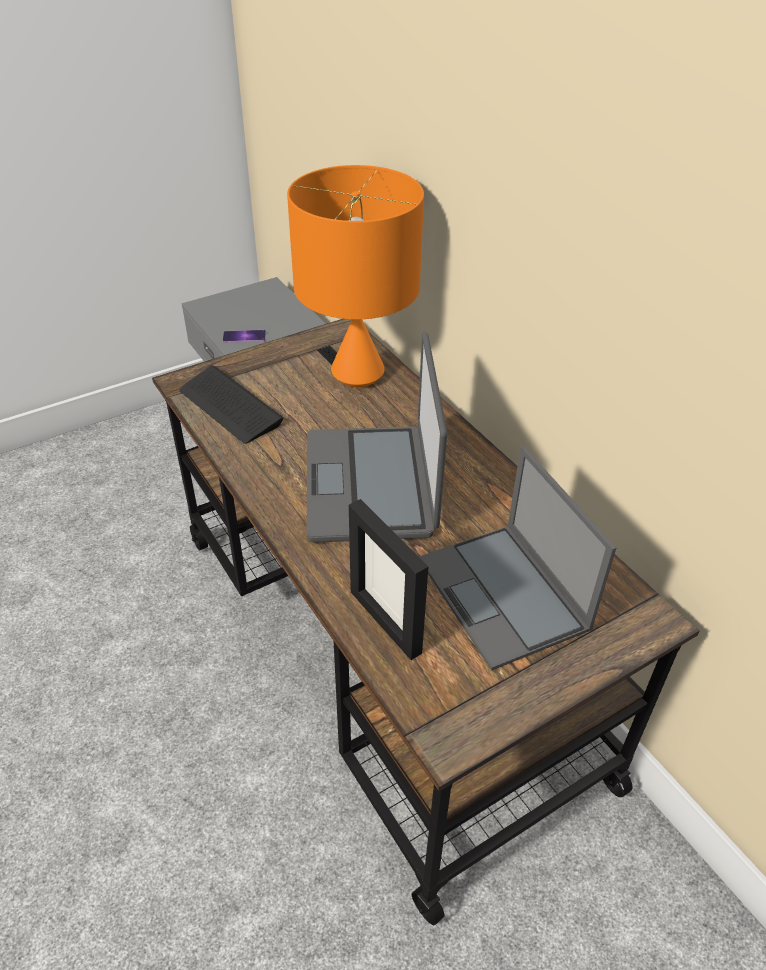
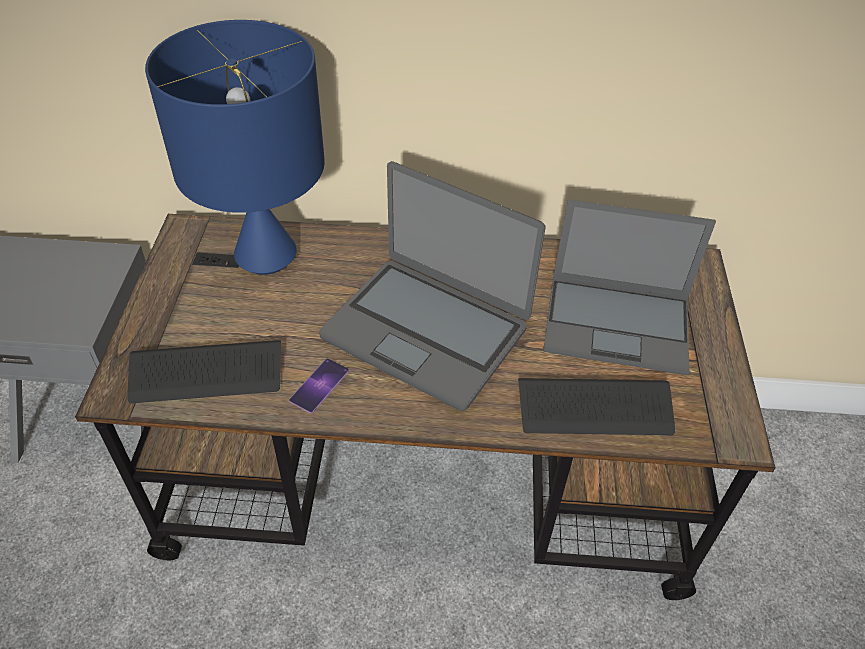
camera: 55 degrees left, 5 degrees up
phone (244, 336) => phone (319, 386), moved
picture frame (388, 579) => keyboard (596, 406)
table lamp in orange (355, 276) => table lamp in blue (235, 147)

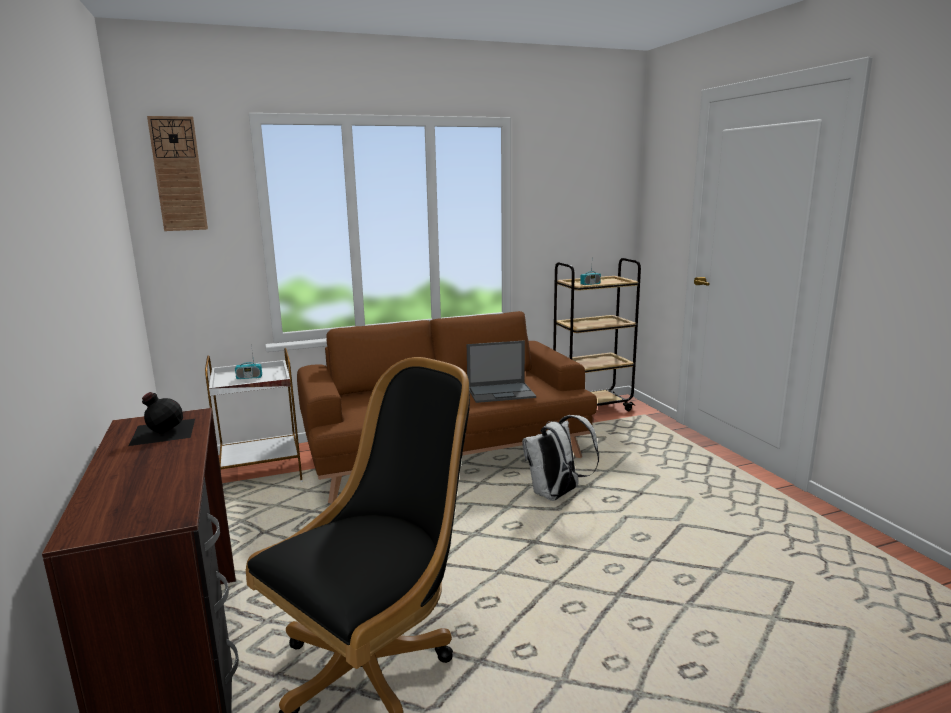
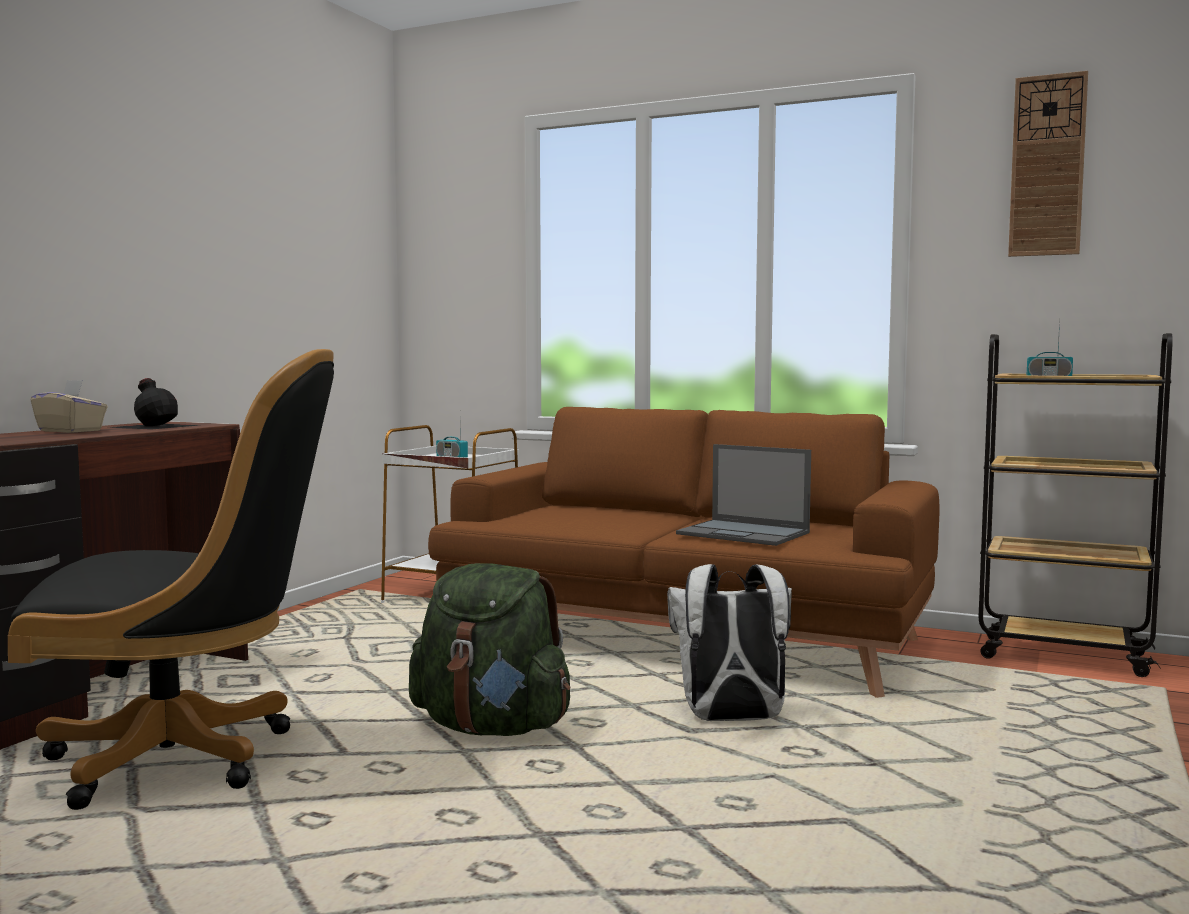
camera: 45 degrees right, 10 degrees down
nothing => tissue box in beige (69, 406)
nothing => backpack in green (489, 649)
wall clock (177, 173) => wall clock (1048, 164), moved

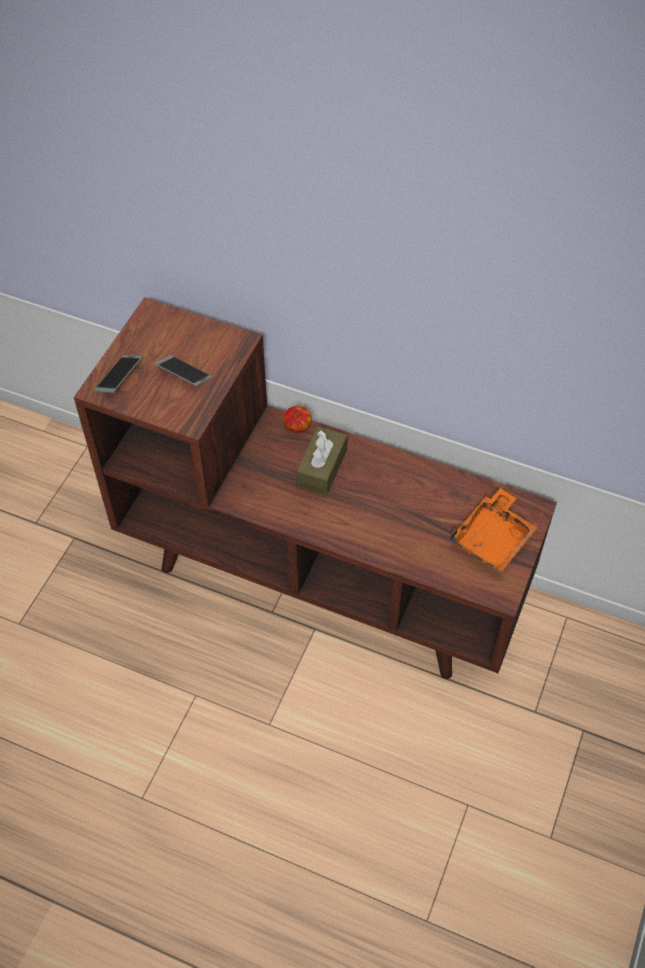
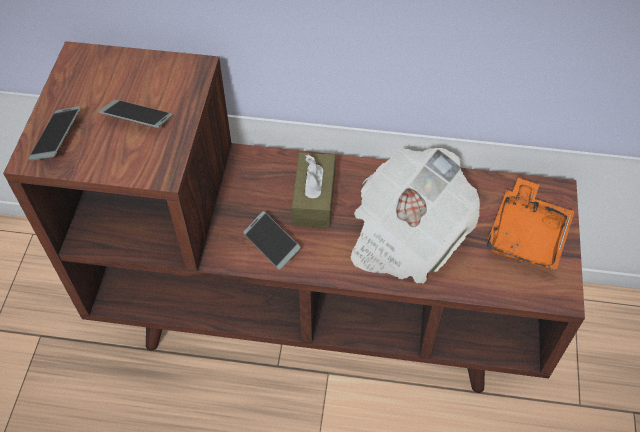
camera: 15 degrees left, 0 degrees up
apple (297, 419) => nothing
nothing => phone (272, 240)
nothing => newspaper (415, 216)

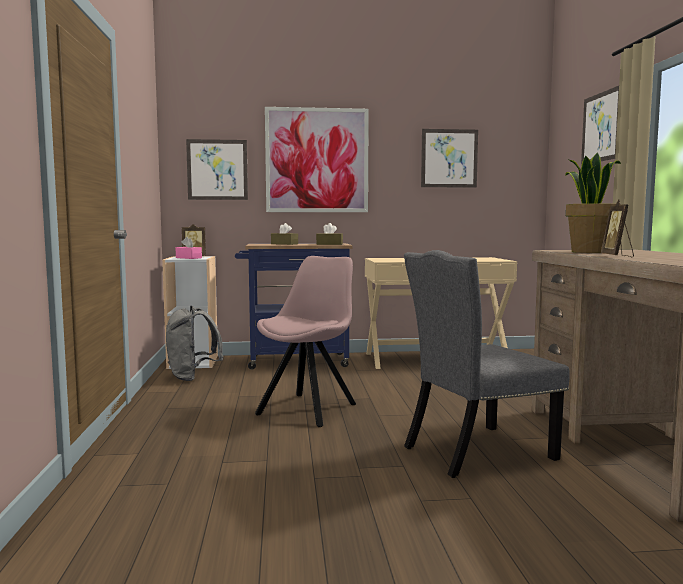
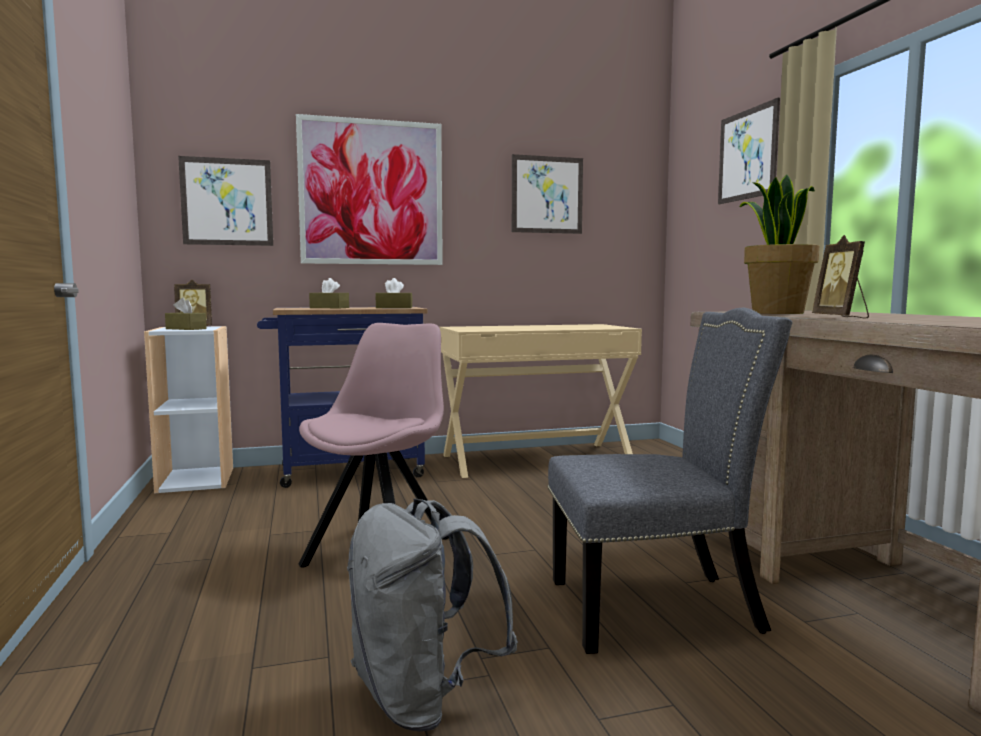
camera: 10 degrees left, 0 degrees up
backpack in grey (194, 343) => backpack in grey (432, 614), moved
tissue box in pink (188, 248) => tissue box in brown (186, 314)
chair in grey (487, 364) => chair in grey (669, 481), 150 degrees counterclockwise

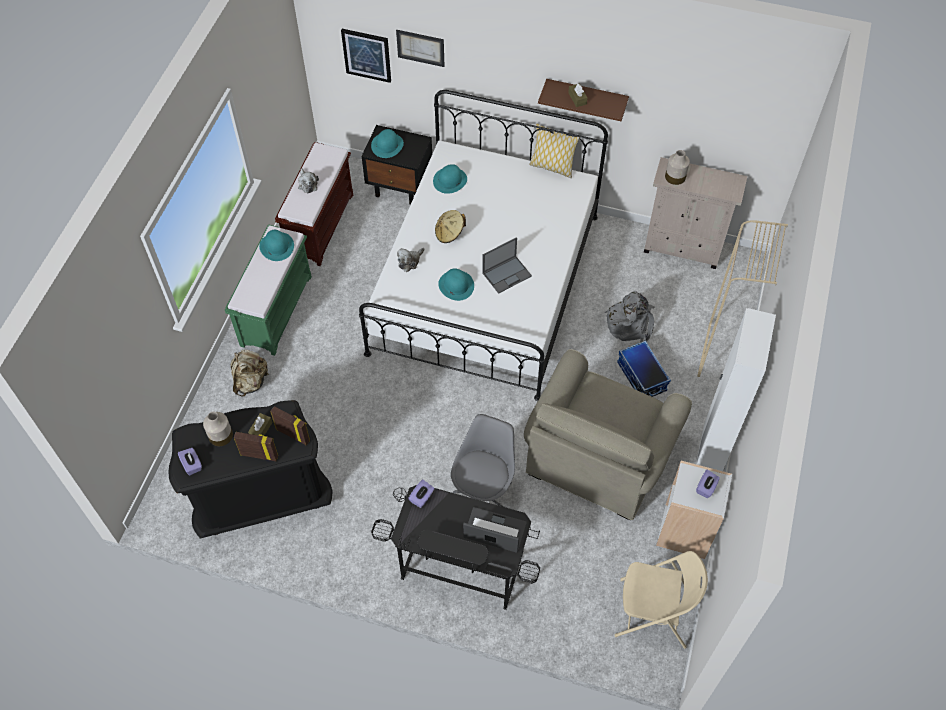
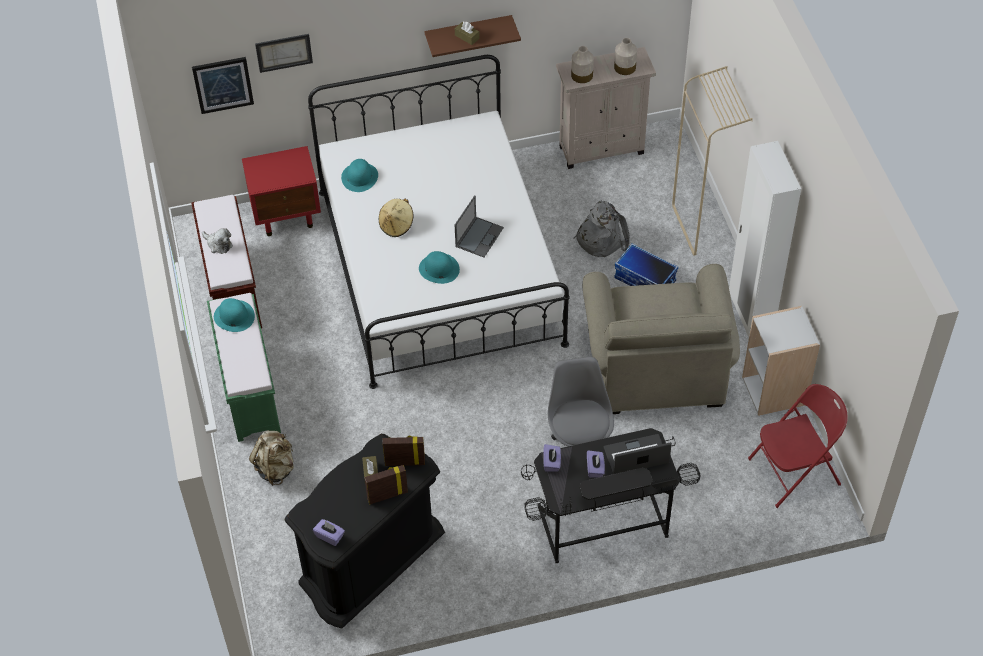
camera: 30 degrees left, 5 degrees down
hat in turquoise (387, 143) => nothing
plush toy (411, 260) => nothing
pillow (554, 150) => nothing
vase in beige (218, 429) => vase in beige (625, 56), moved
tissue box in purple (708, 483) => tissue box in purple (596, 464), moved
nightstand in black (397, 165) => nightstand in red (281, 191)
chair in beige (661, 600) => chair in red (798, 446)

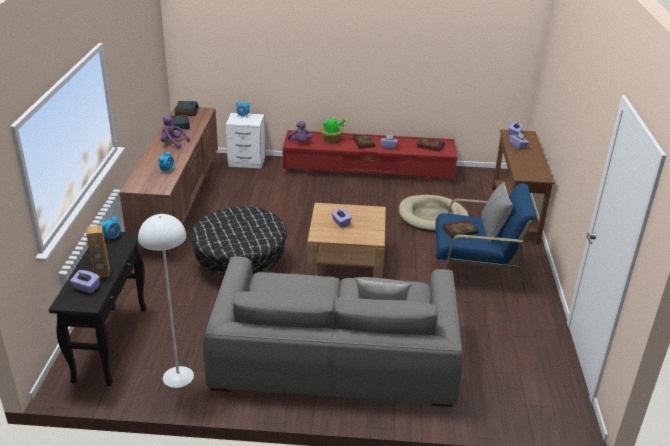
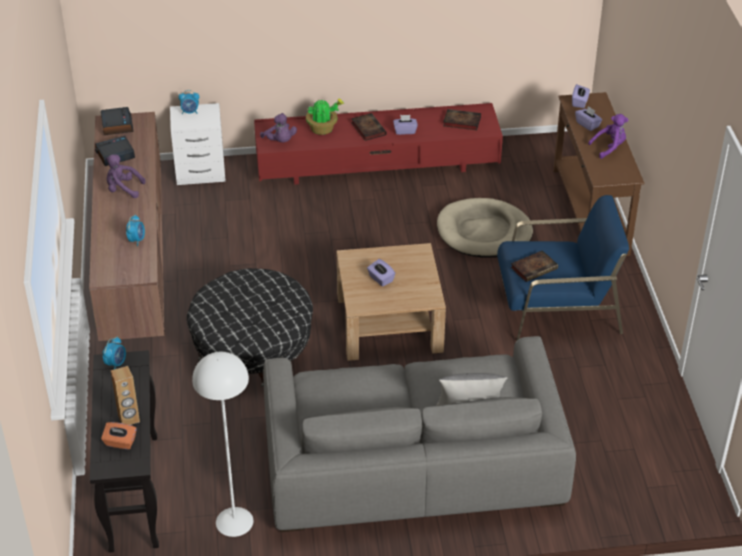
camera: 10 degrees left, 10 degrees up
pillow in grey (497, 212) => nothing
nothing => plush toy in purple (608, 136)
tissue box in purple (85, 281) => tissue box in orange (119, 435)

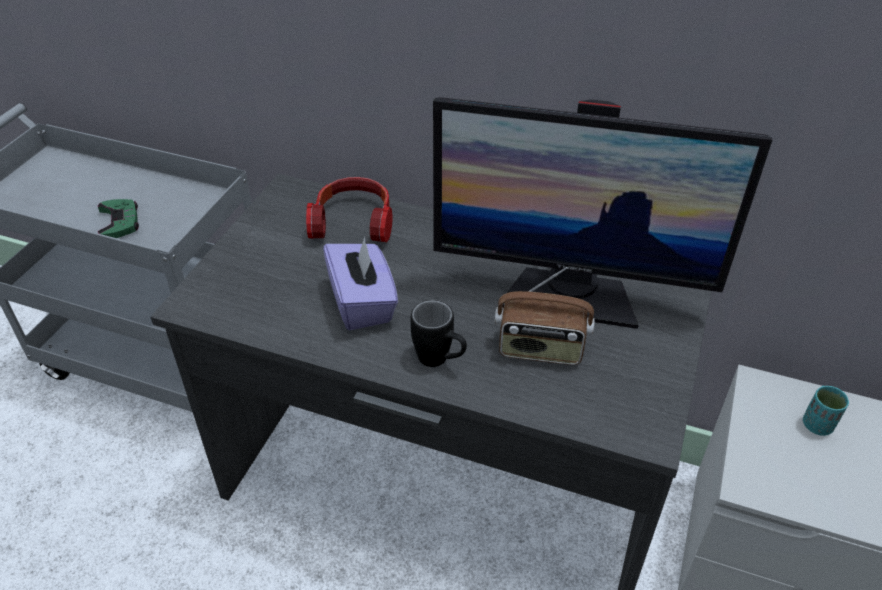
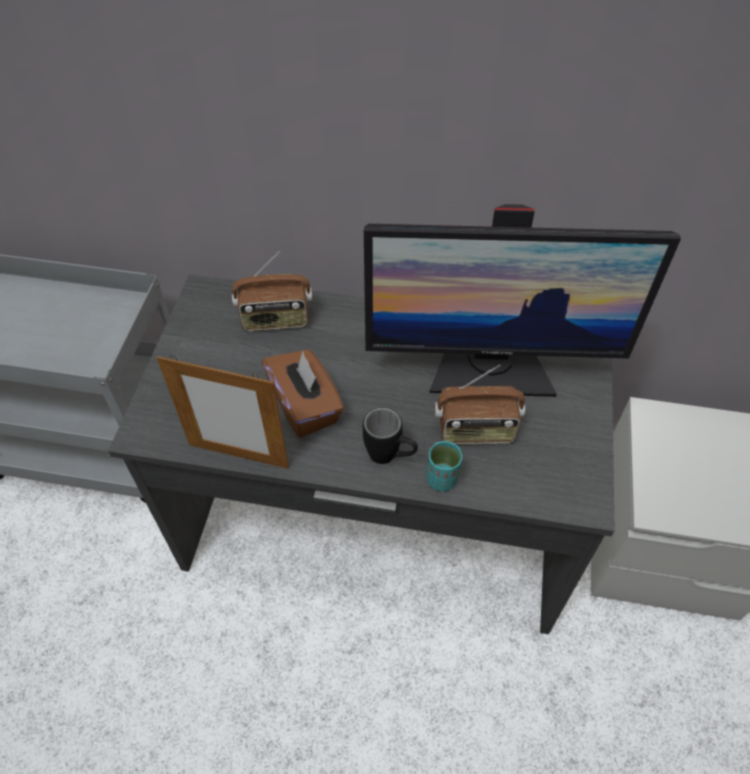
camera: 10 degrees left, 10 degrees up
game controller in green (118, 218) => nothing
nothing => picture frame (223, 412)
cup in turquoise (826, 411) => cup in turquoise (444, 466), moved
headphones (349, 209) => radio (272, 291)
tissue box in purple (360, 283) => tissue box in brown (303, 393)

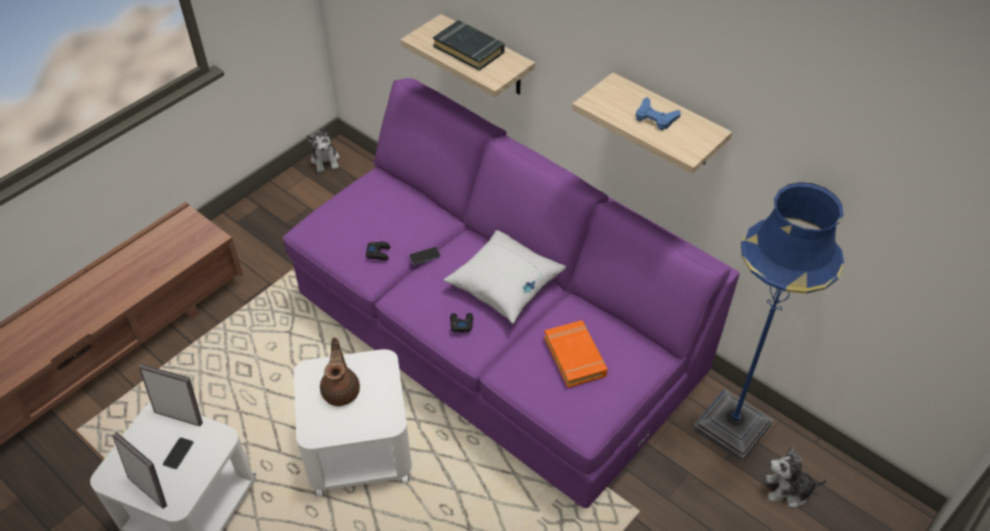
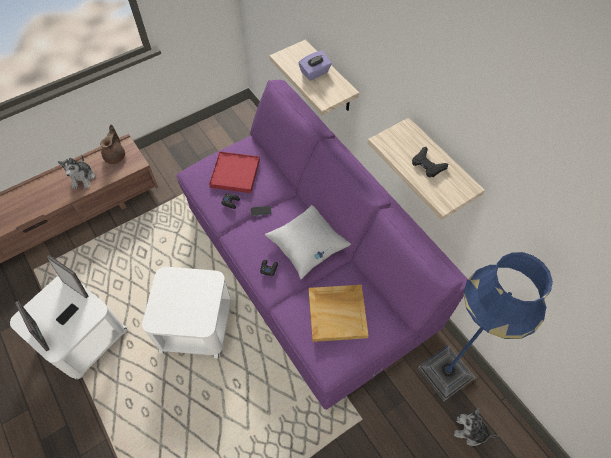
camera: 15 degrees right, 10 degrees up
nothing => tray in red (234, 172)
plush toy (323, 150) => plush toy (76, 171), moved
teapot in brown (340, 371) => teapot in brown (112, 144), moved
book in black (468, 45) => tissue box in purple (315, 66)
book in orange (575, 354) => tray in beige (338, 313)
game controller in blue (658, 113) => game controller in black (430, 162)

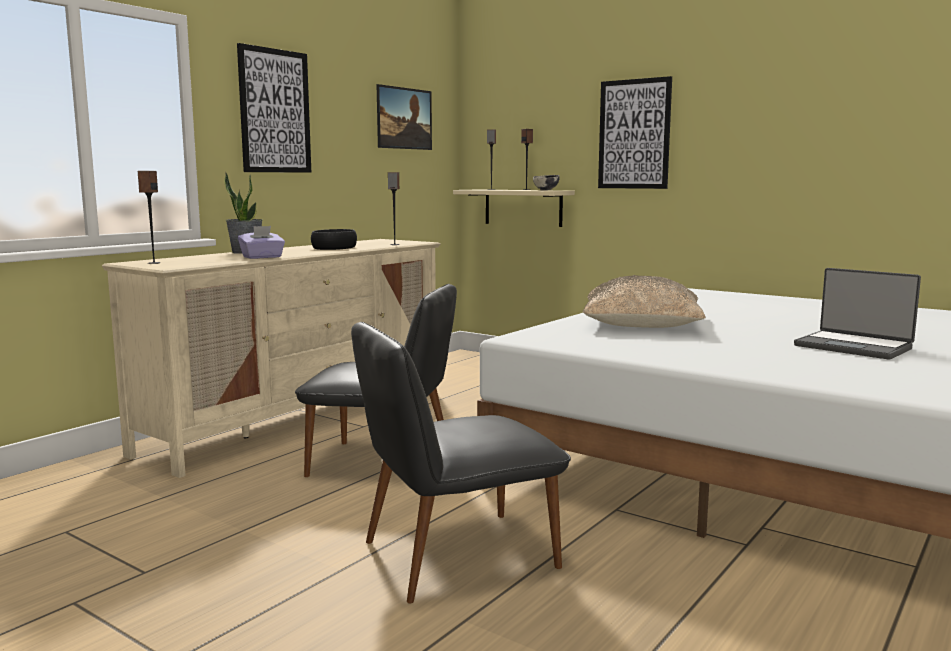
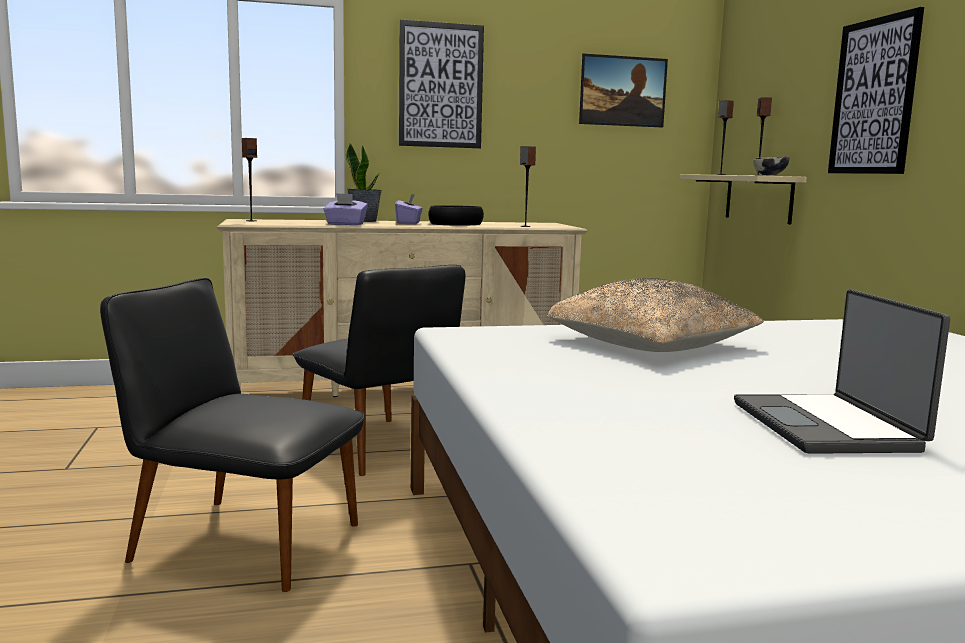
camera: 40 degrees right, 0 degrees up
nothing => tissue box in purple (409, 209)

